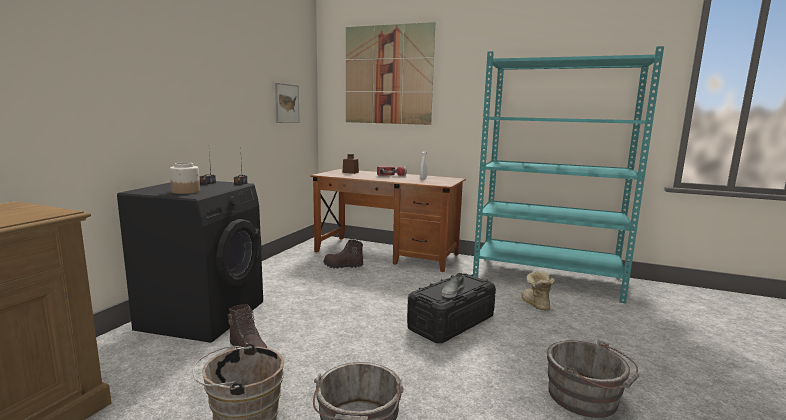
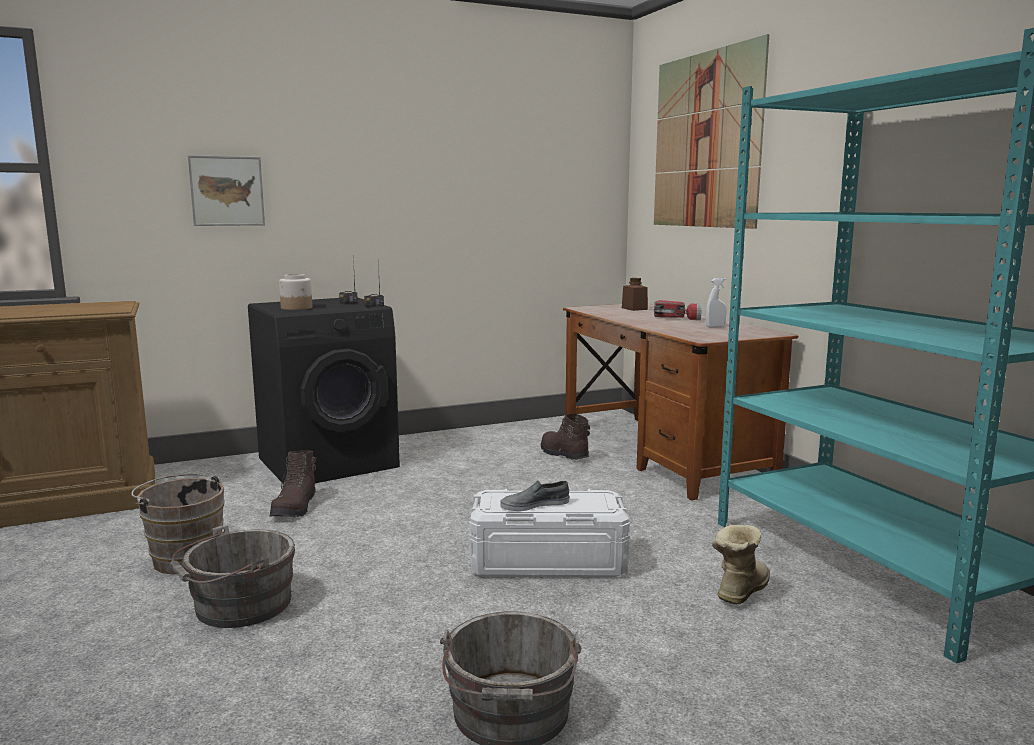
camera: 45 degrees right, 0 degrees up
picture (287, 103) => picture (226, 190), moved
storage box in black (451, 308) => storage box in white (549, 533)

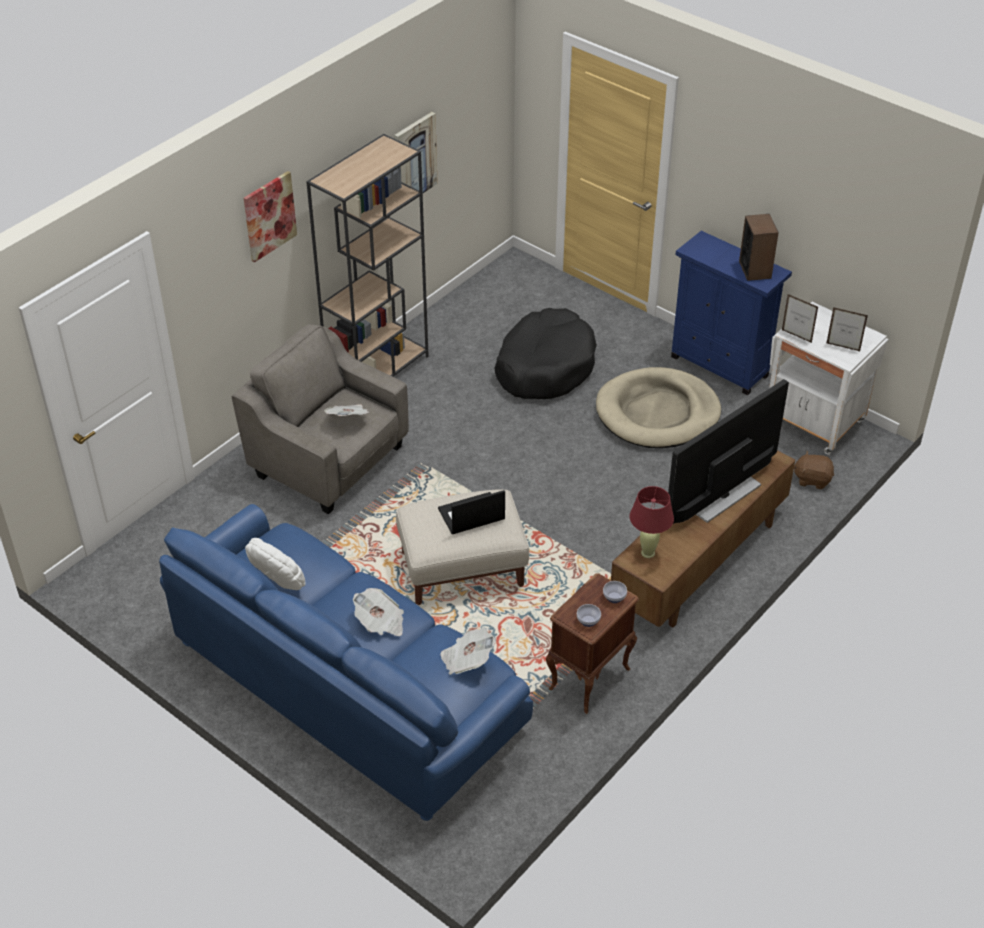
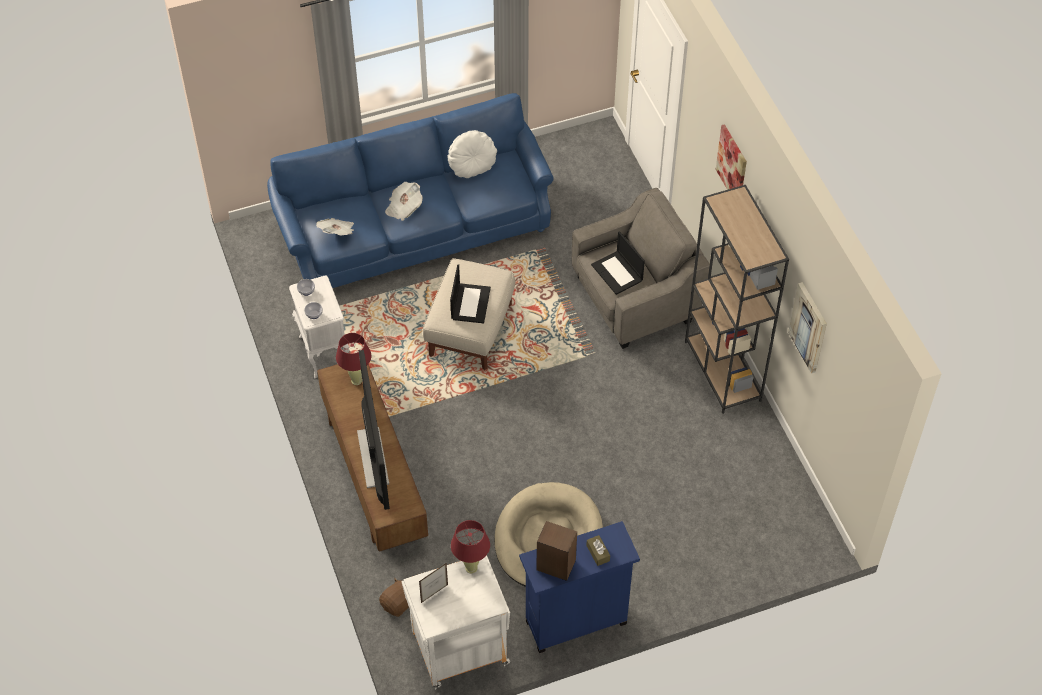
camera: 120 degrees right, 10 degrees up
dog bed in black (546, 353) => nothing
nothing => tissue box in brown (598, 550)
newspaper (346, 410) => laptop (618, 263)
picture frame (800, 318) => table lamp in red (470, 547)
nightstand in brown (592, 643) => nightstand in white (319, 327)

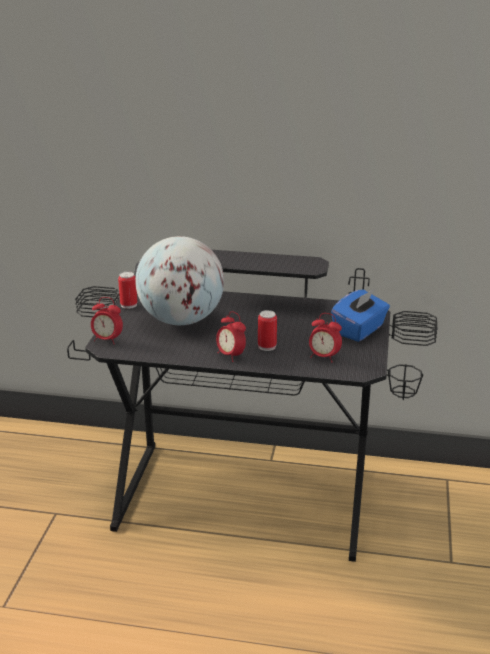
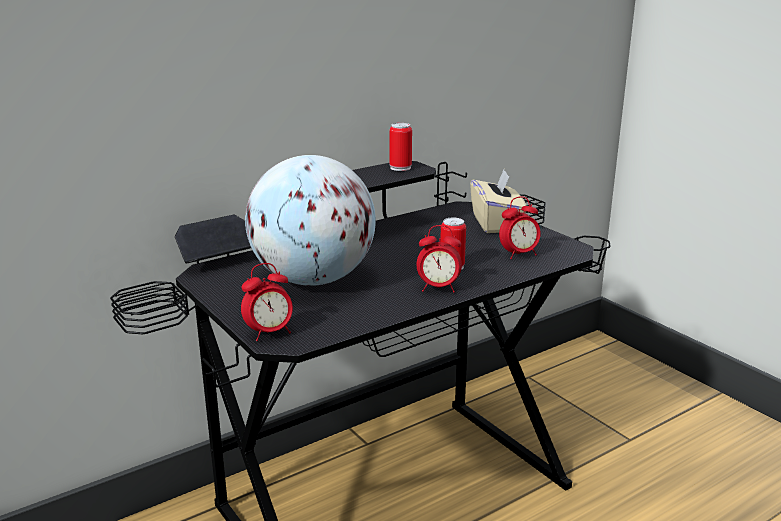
camera: 45 degrees left, 5 degrees down
can (127, 290) => can (401, 147), moved
tissue box in blue (360, 315) => tissue box in beige (498, 201)

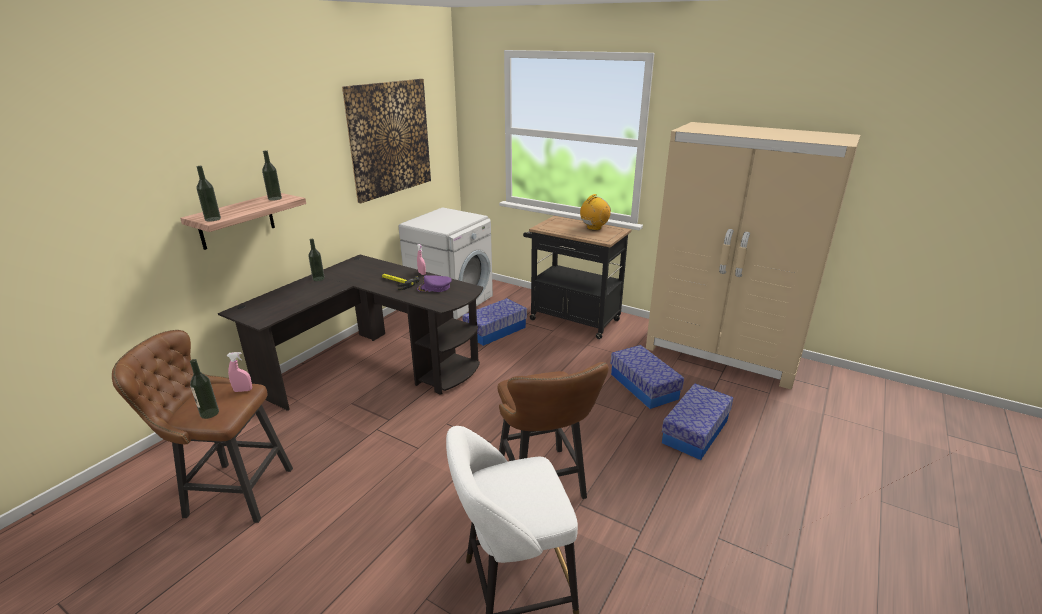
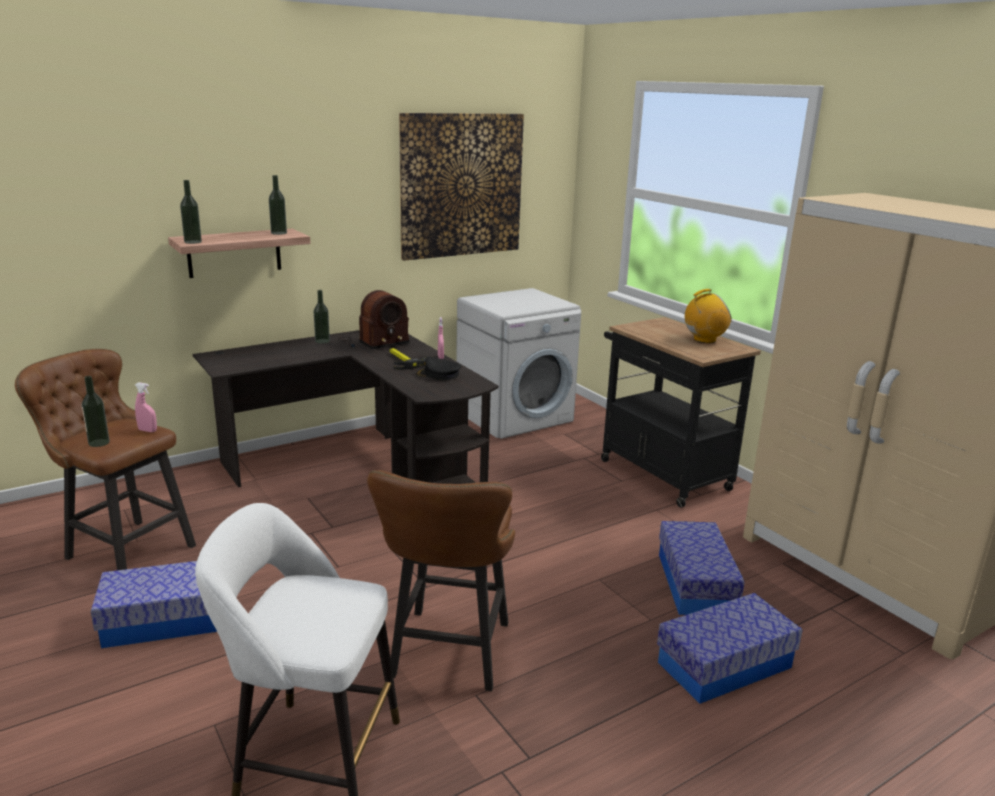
camera: 25 degrees right, 5 degrees down
nothing => radio (374, 319)
storage box (494, 322) => storage box (154, 604), moved
cap in purple (434, 283) => cap in black (438, 368)

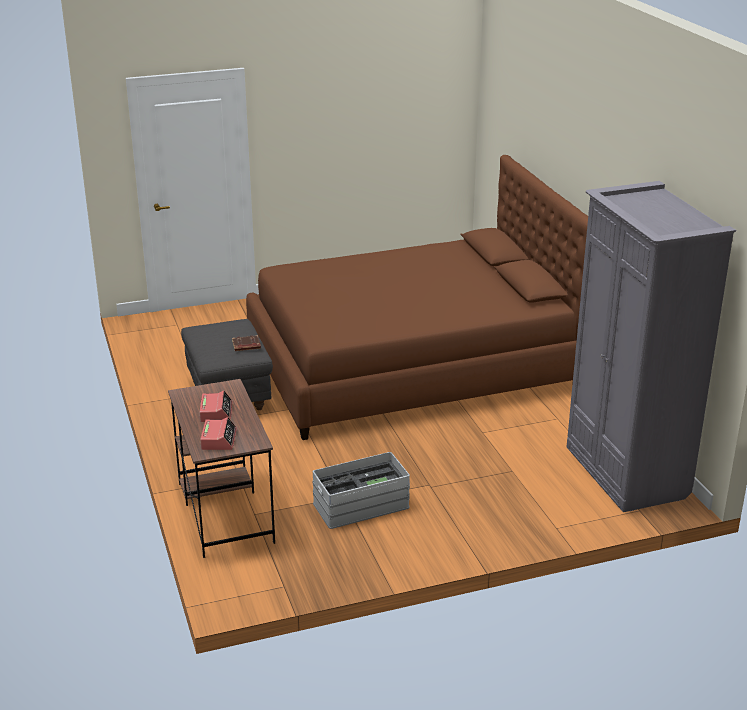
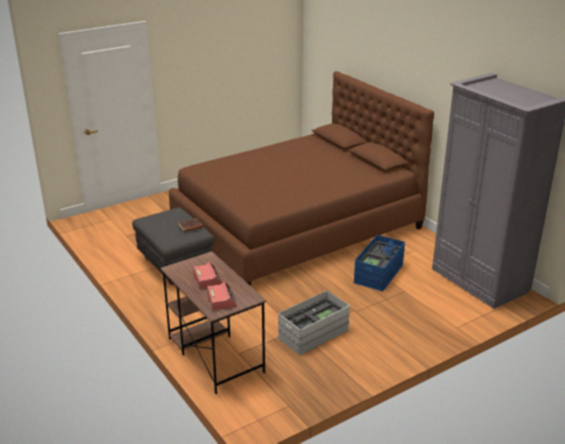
camera: 15 degrees left, 0 degrees up
nothing => storage box in blue (379, 263)

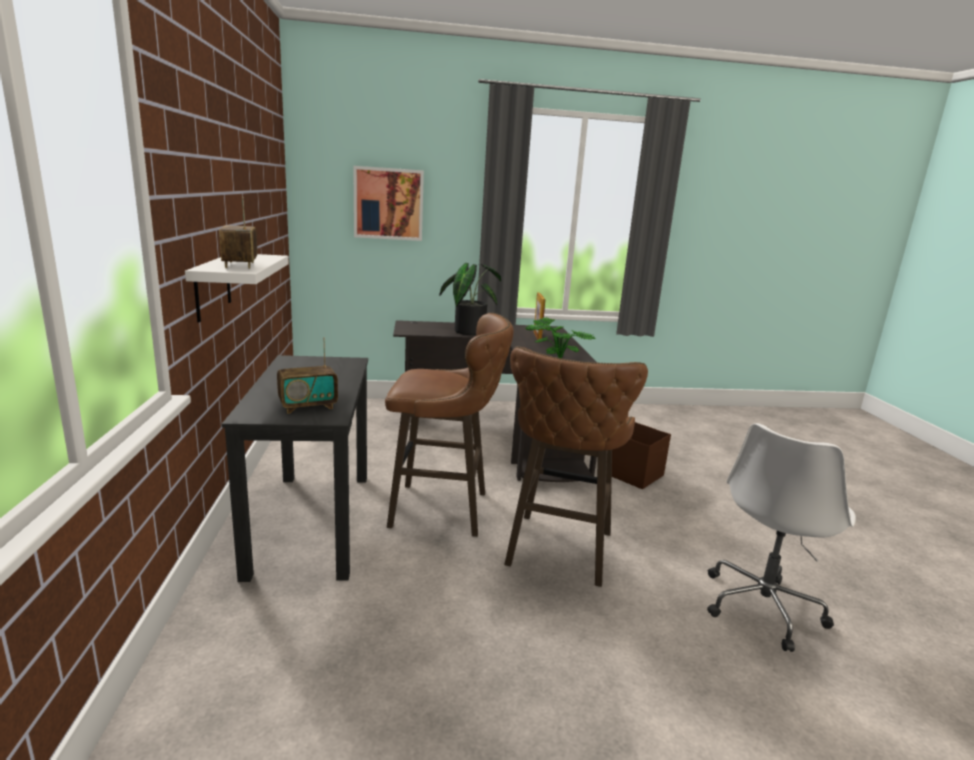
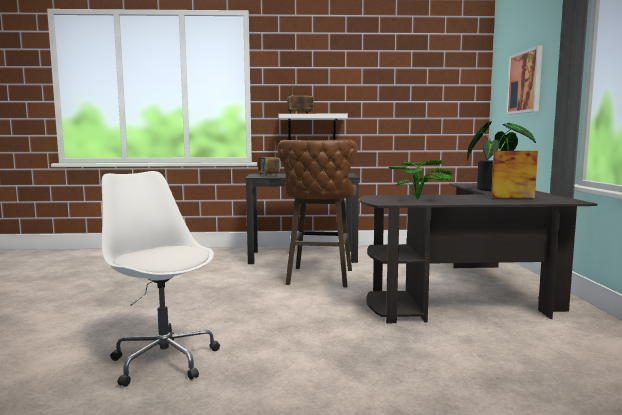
camera: 95 degrees right, 10 degrees down
stool in brown (576, 466) => nothing
storage box in brown (641, 455) => nothing

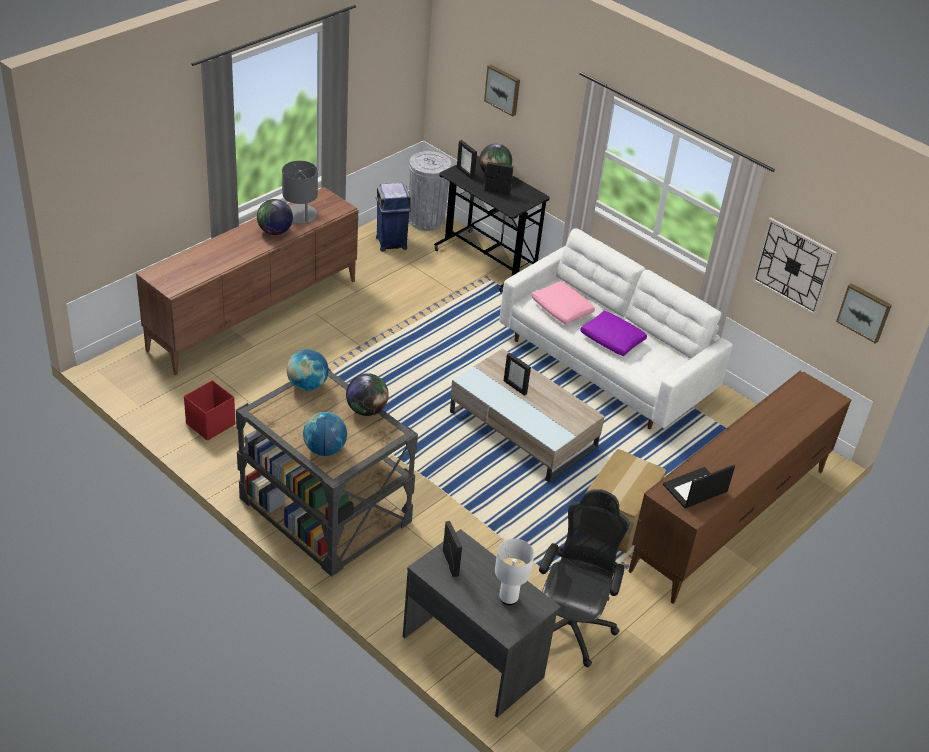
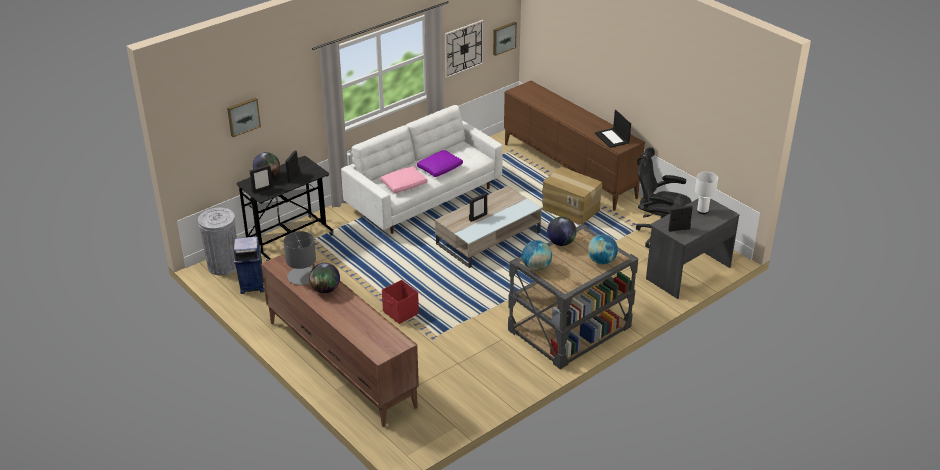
camera: 80 degrees left, 5 degrees down
storage box in red (210, 410) => storage box in red (400, 302), moved

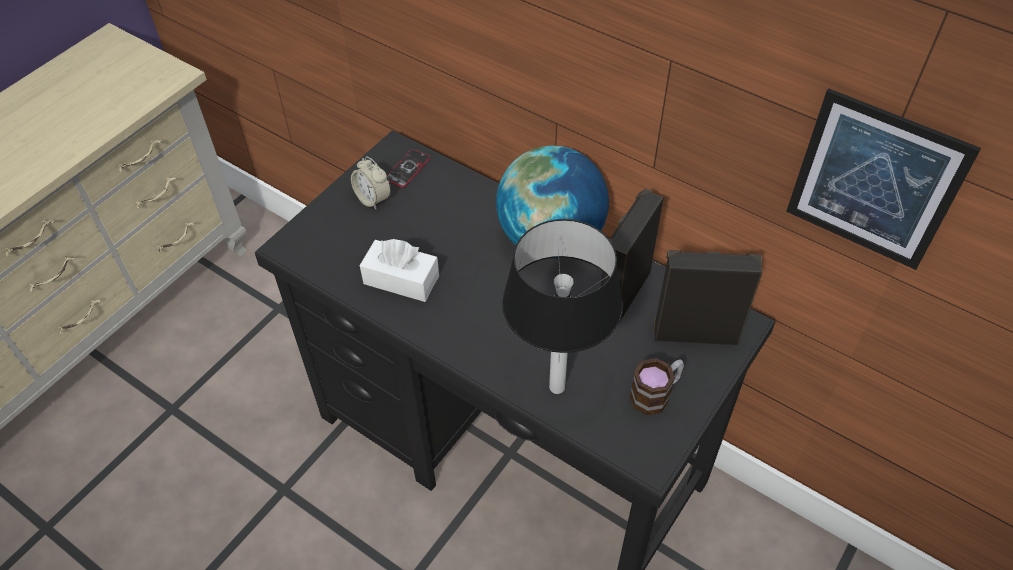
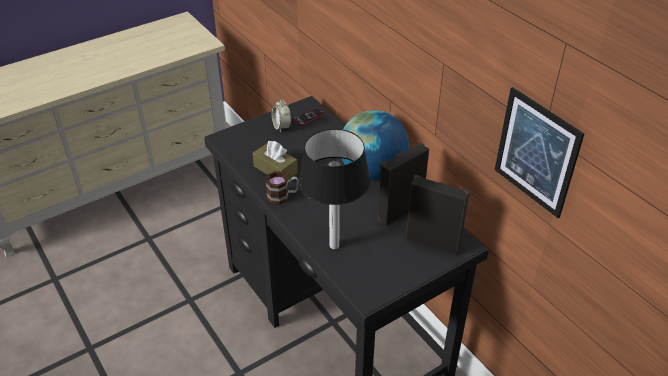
camera: 20 degrees right, 10 degrees down
mug (657, 386) => mug (282, 188), moved
tissue box in white (399, 270) => tissue box in brown (275, 160)

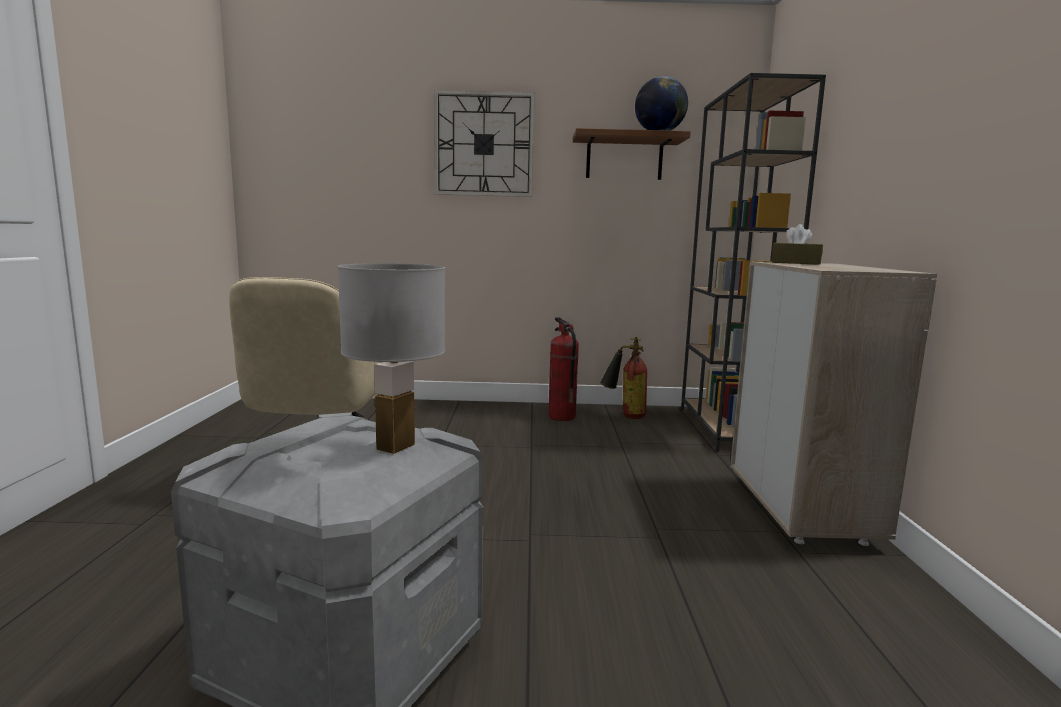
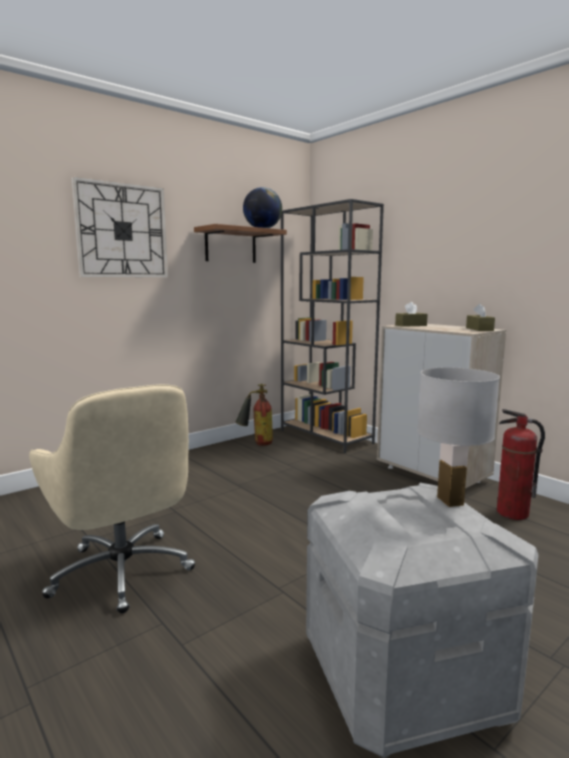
camera: 40 degrees left, 0 degrees up
nothing => tissue box in brown (480, 317)
fire extinguisher (563, 369) => fire extinguisher (521, 464), moved

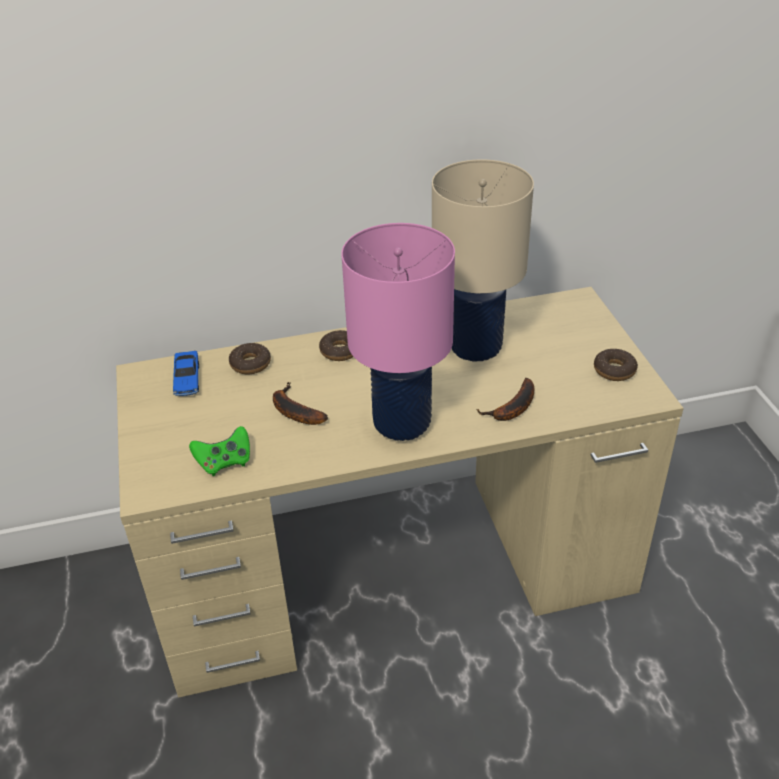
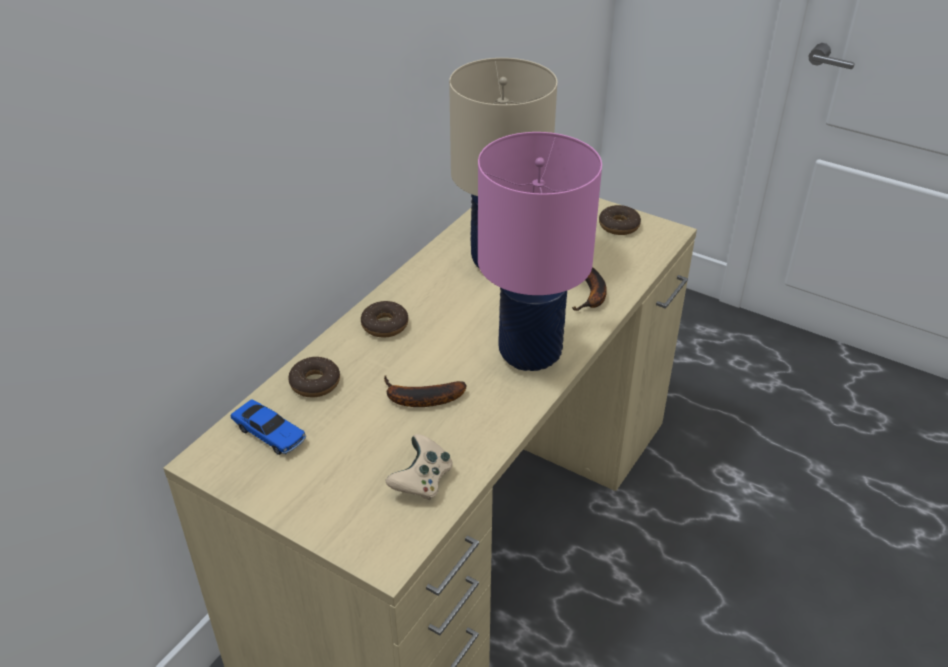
camera: 45 degrees left, 0 degrees up
game controller in green (219, 451) => game controller in beige (419, 467)

